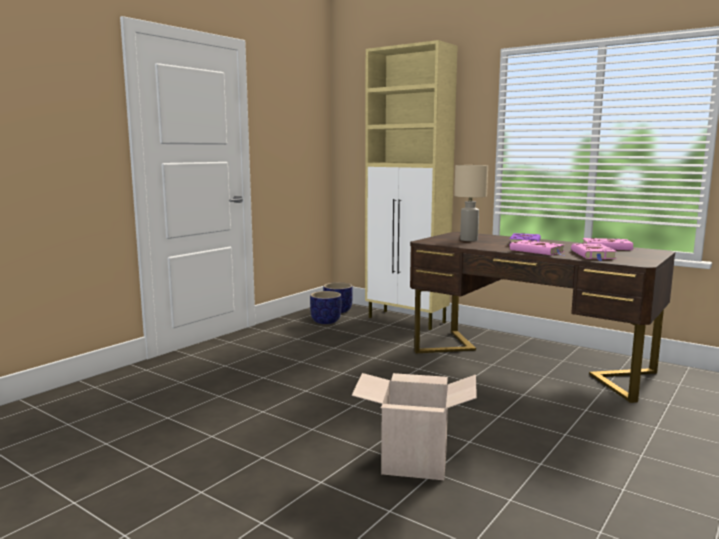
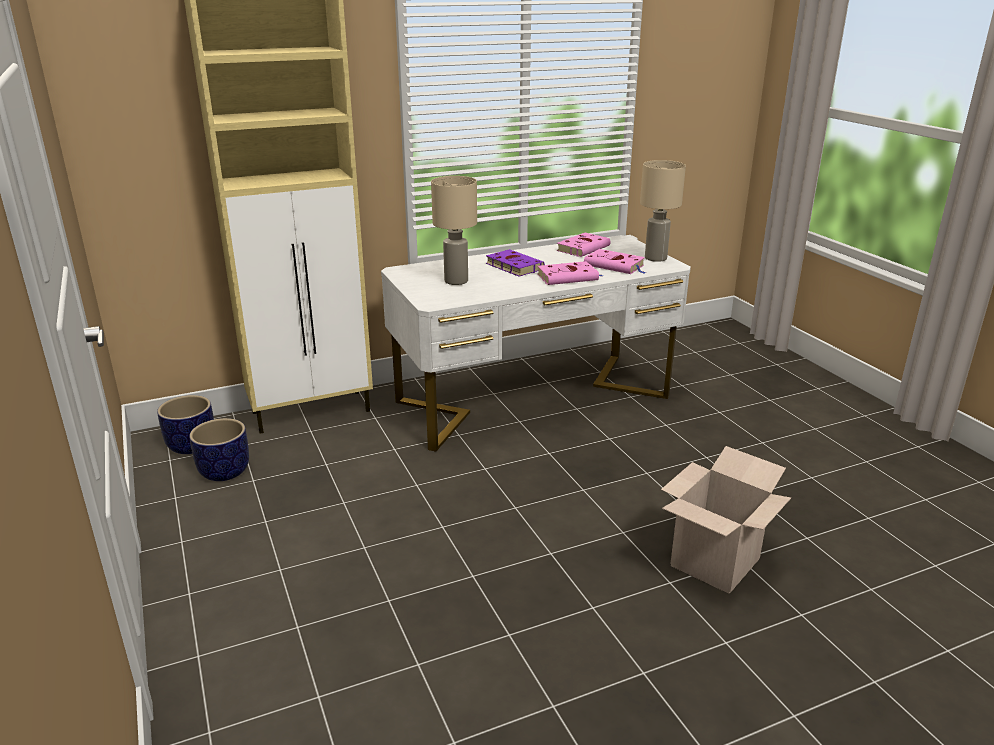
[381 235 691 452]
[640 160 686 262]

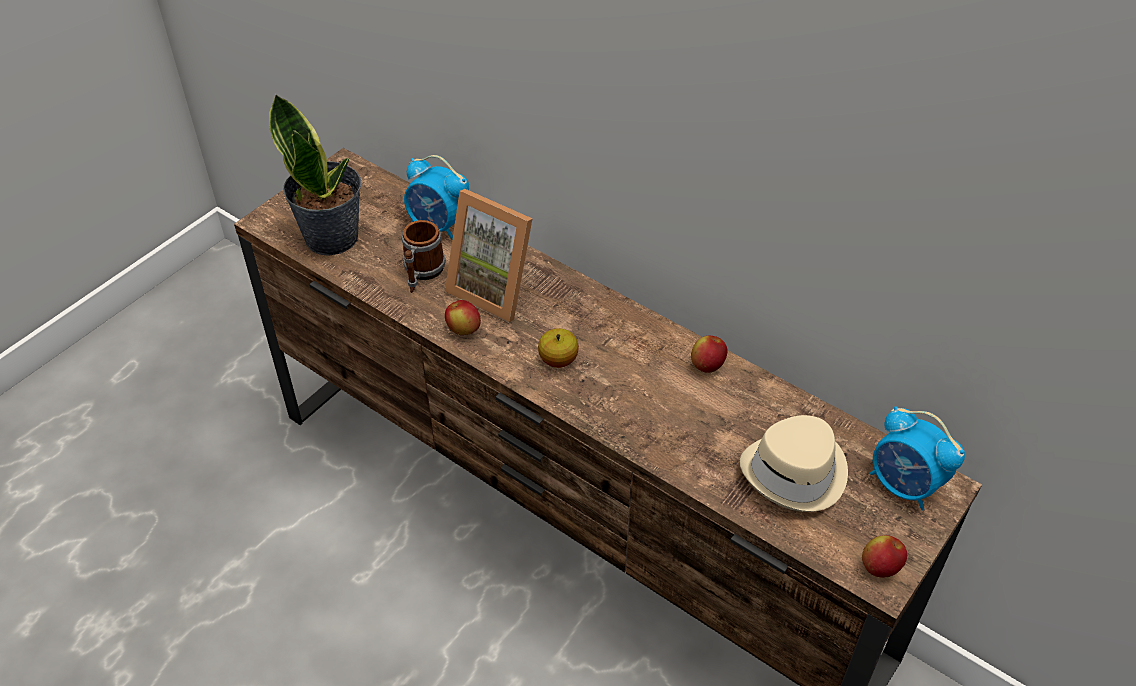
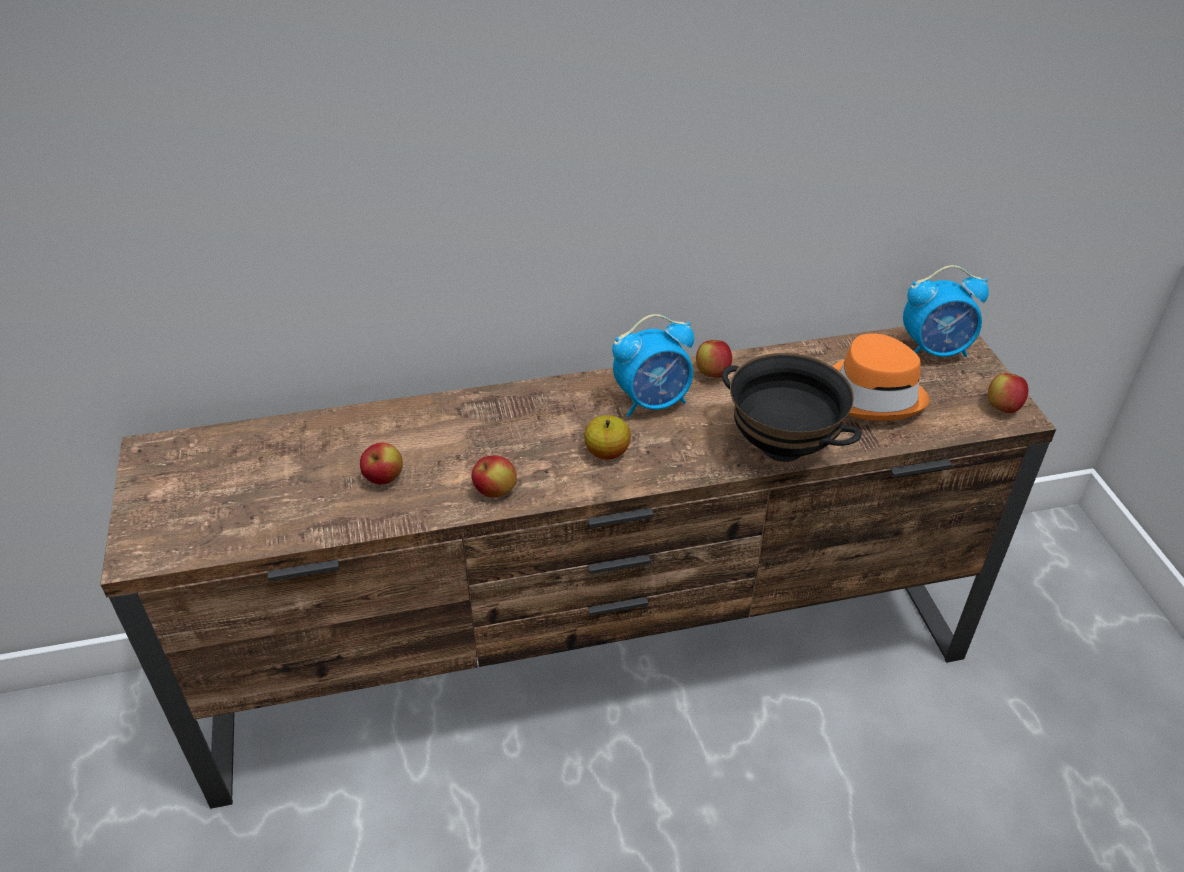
[269 93 362 256] (first image)
[612 314 694 417]
[445 189 533 322] (first image)
[360 443 403 485]
[833 333 930 421]
[722 353 861 462]

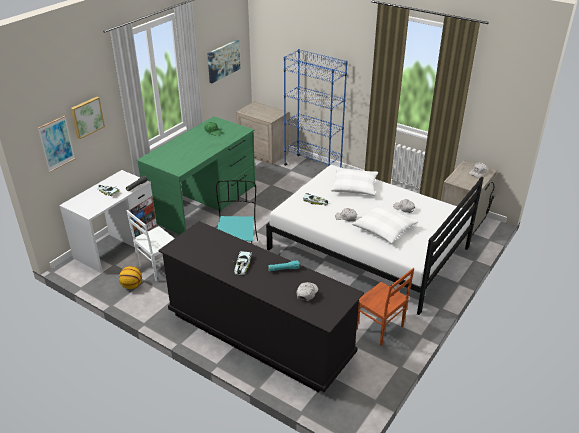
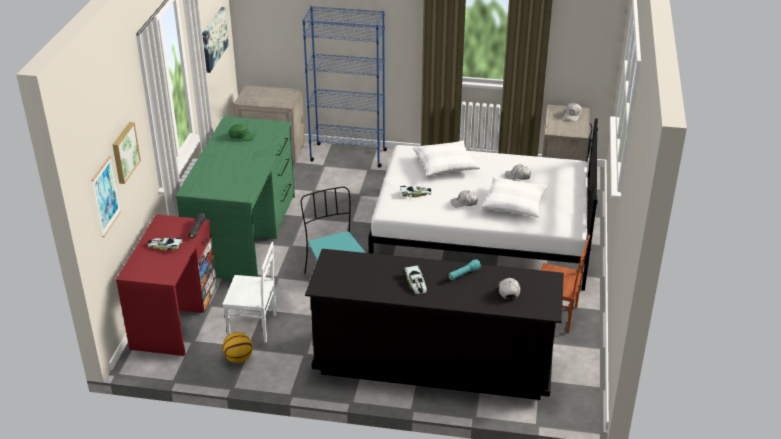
[116 214 217 356]
[223 242 276 343]

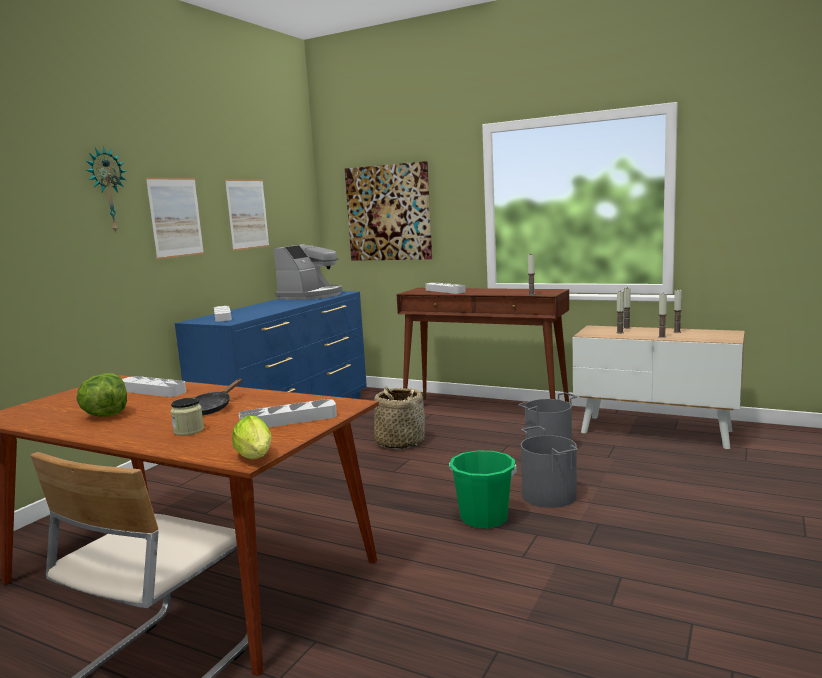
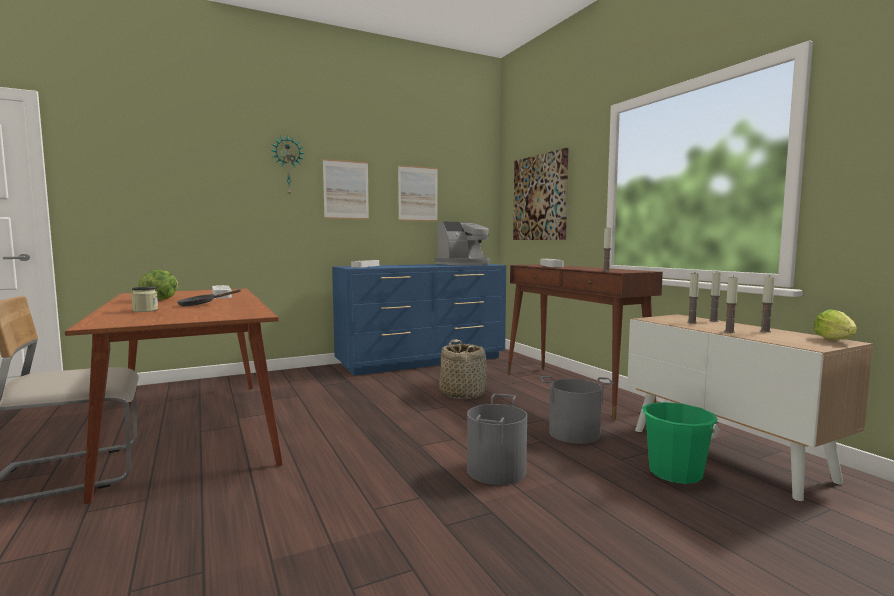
[239 399 337 427] (first image)
[814 309 857 340]
[642 402 719 484]

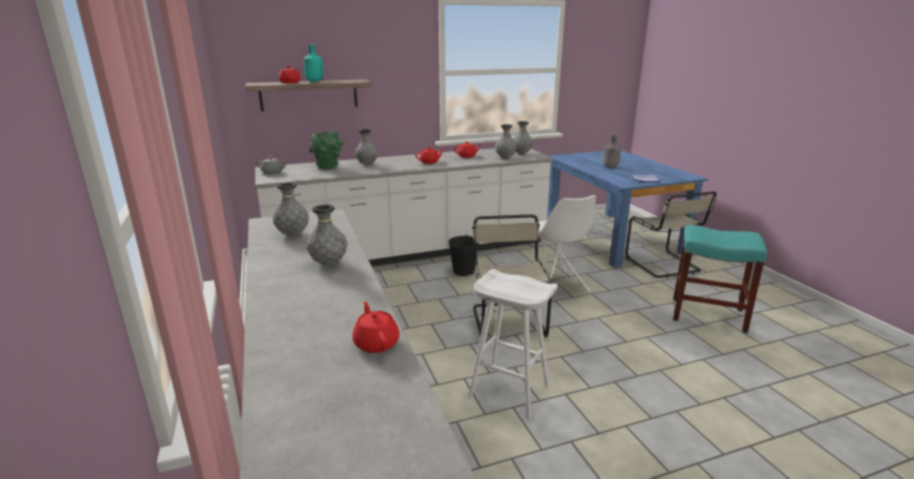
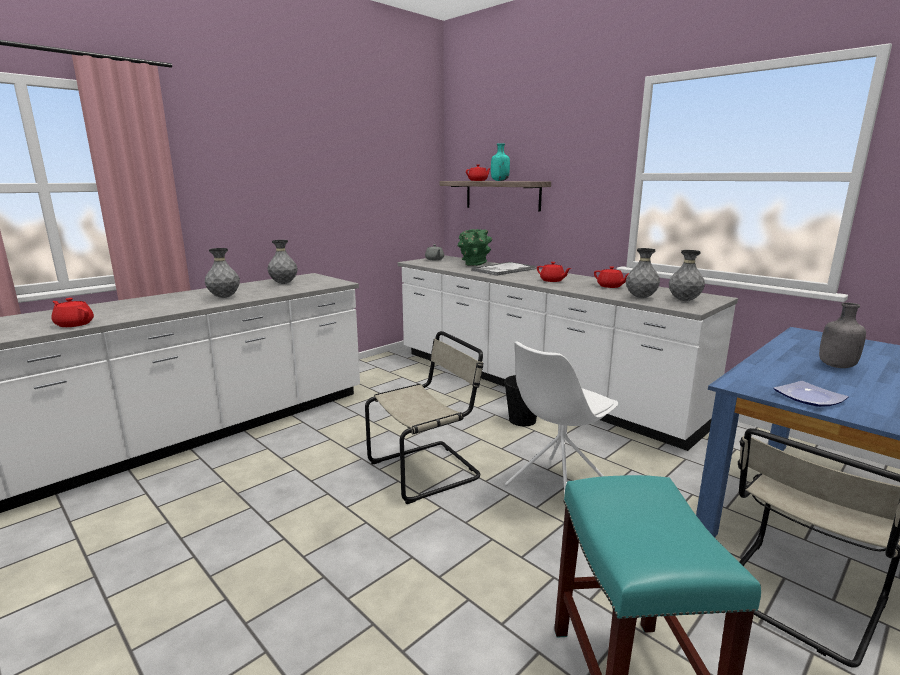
[471 262 536 276]
[469 269 558 418] (first image)
[51 298 94 327]

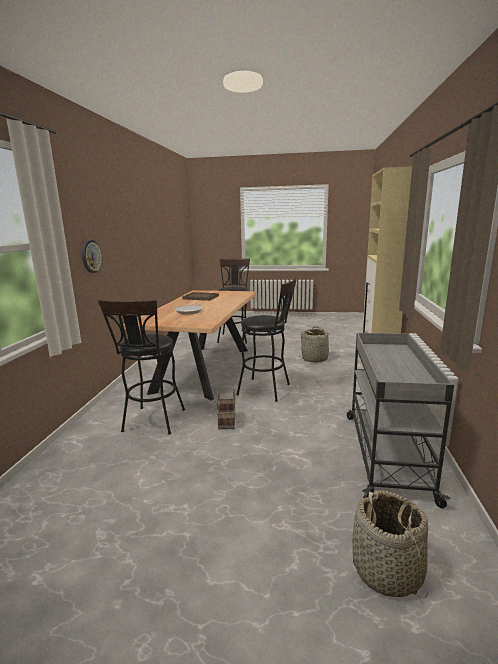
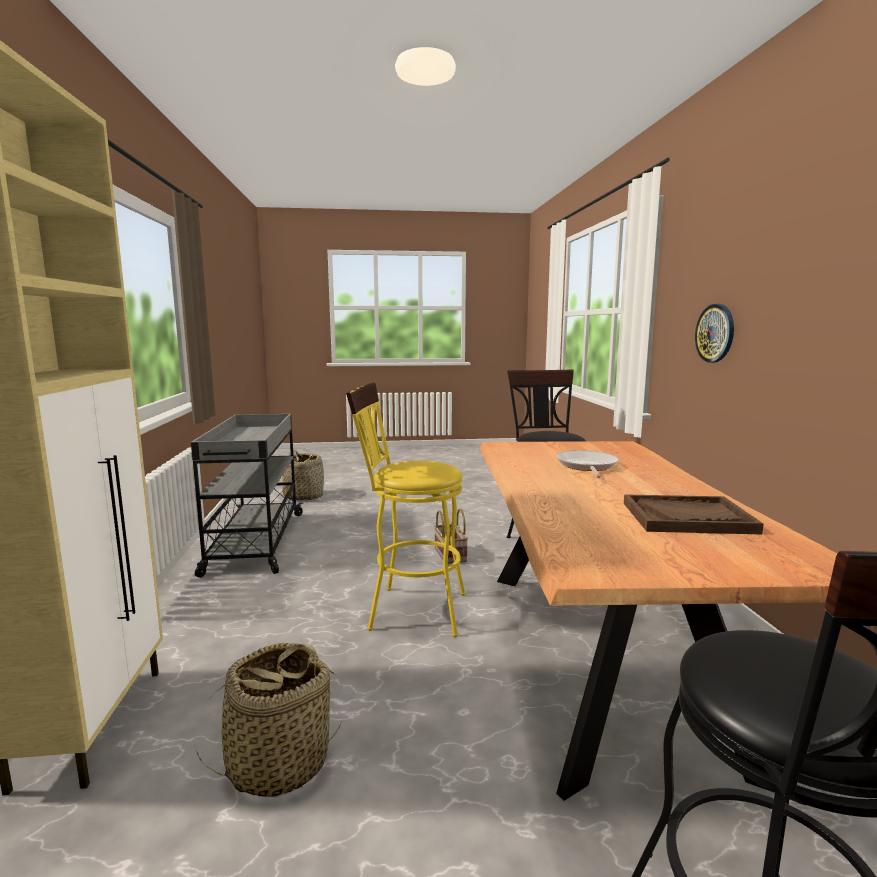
[346 382 465 637]

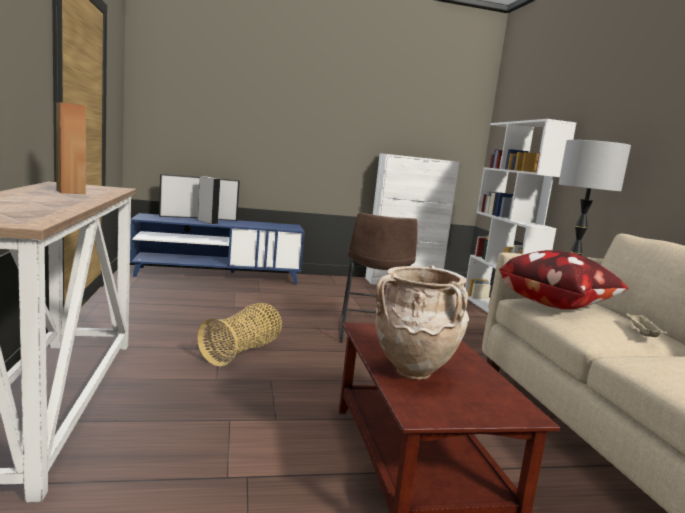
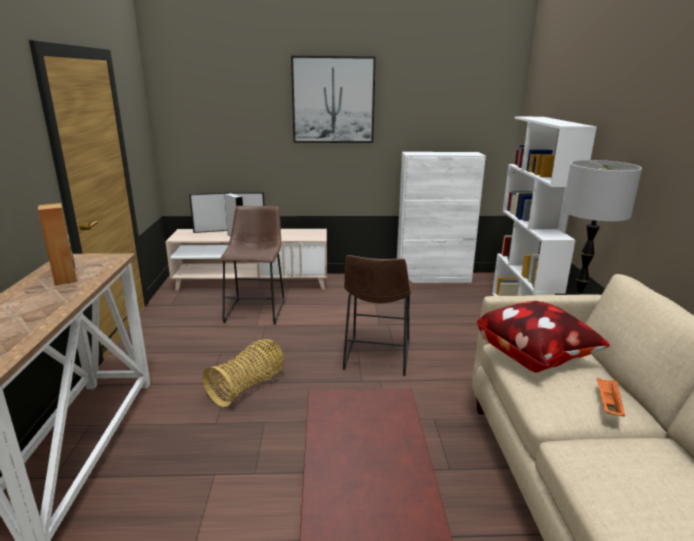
[165 229 327 291]
[374 265 469 380] (first image)
[597 379 625 417]
[291 56 376 143]
[220 206 285 325]

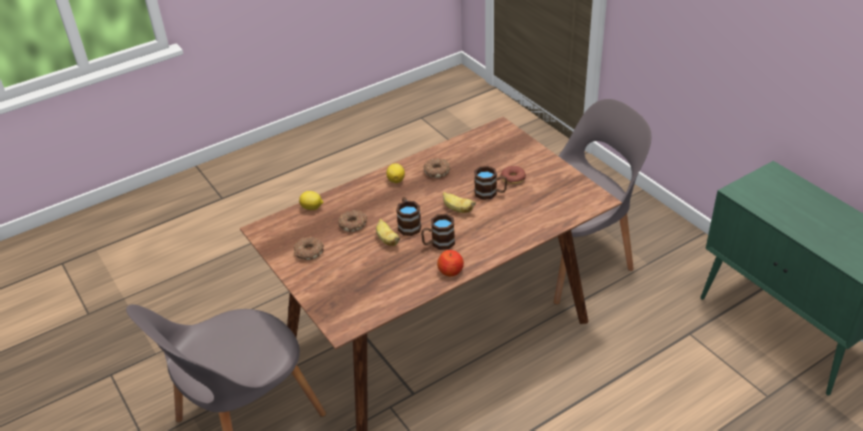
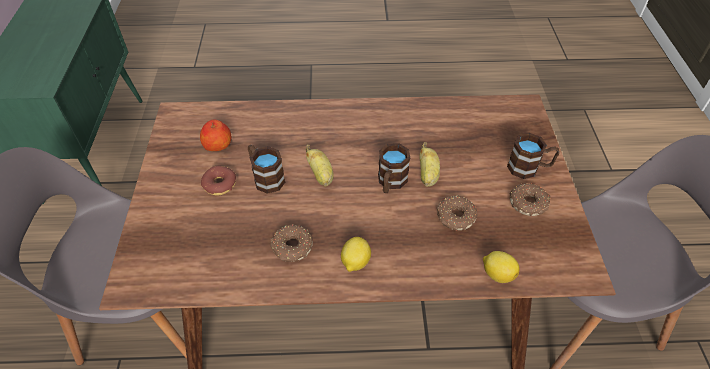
[507 133 559 179]
[200 119 231 151]

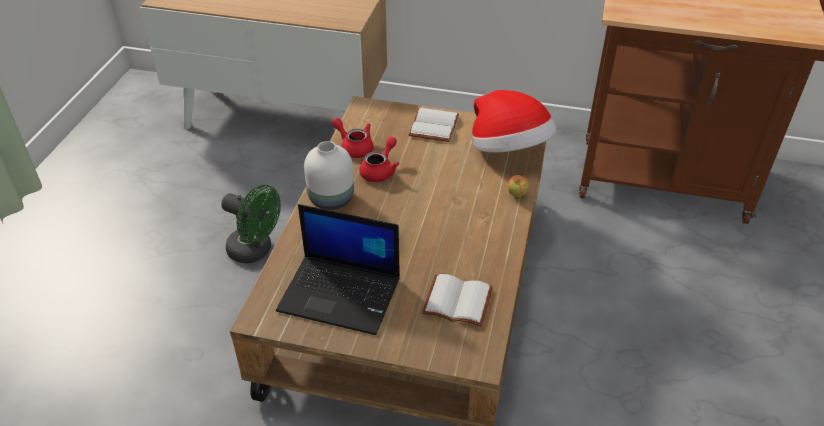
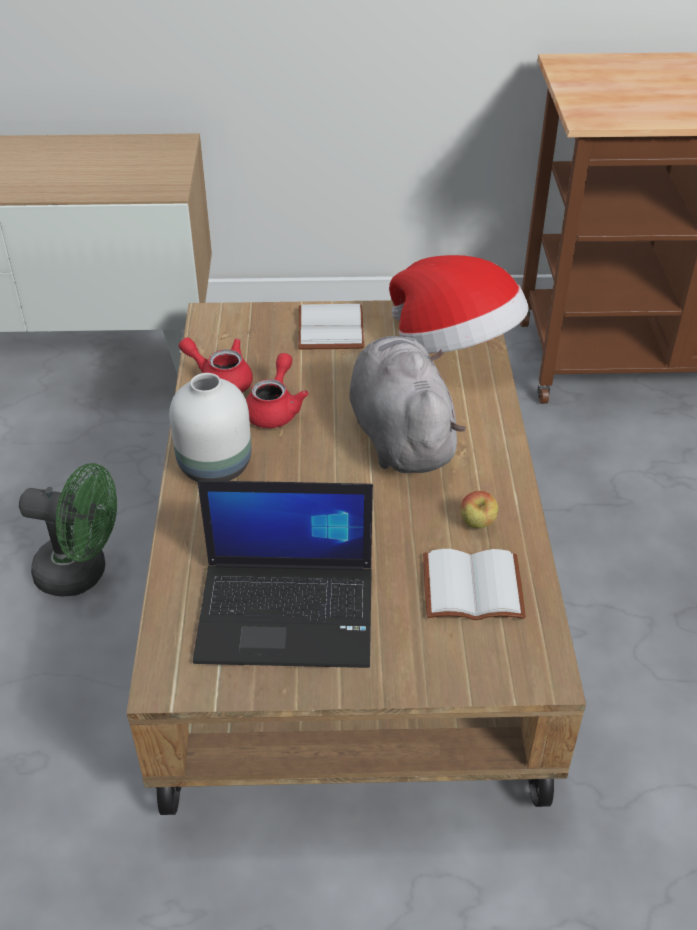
[461 491 498 528]
[349 336 465 473]

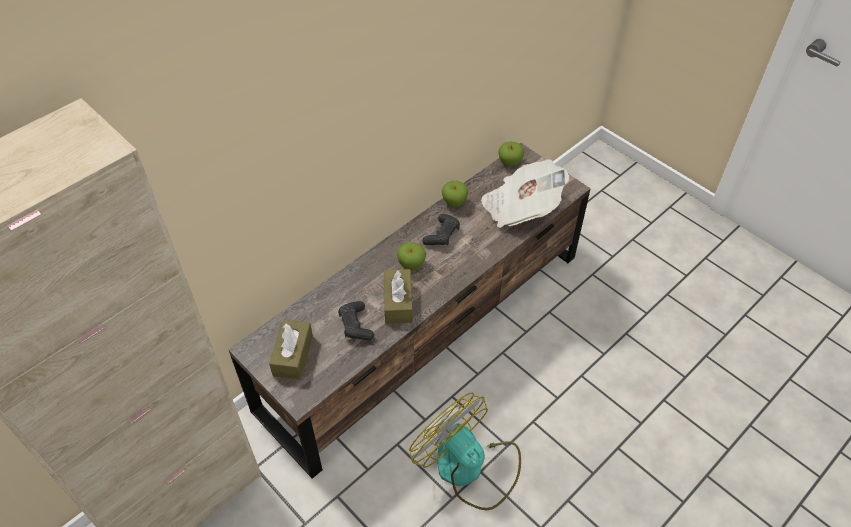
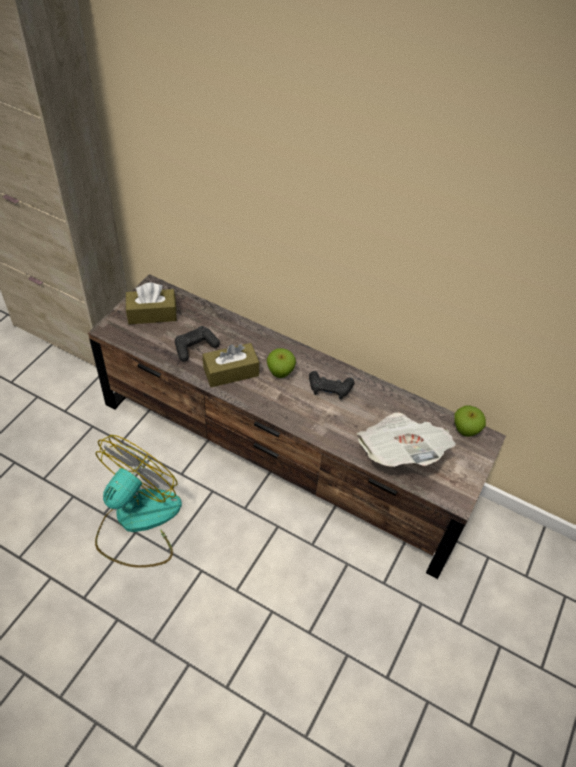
[442 181 468 207] (first image)

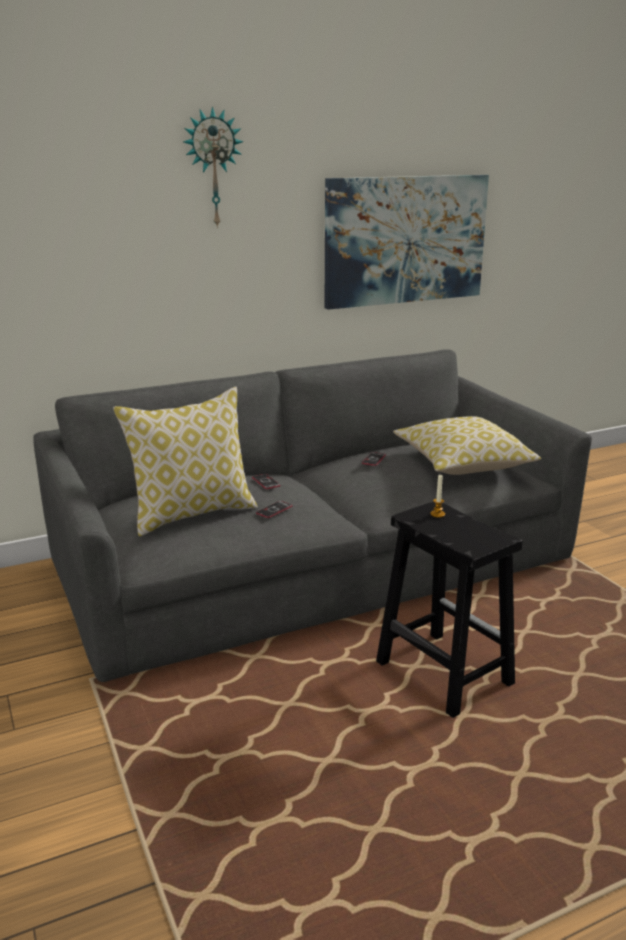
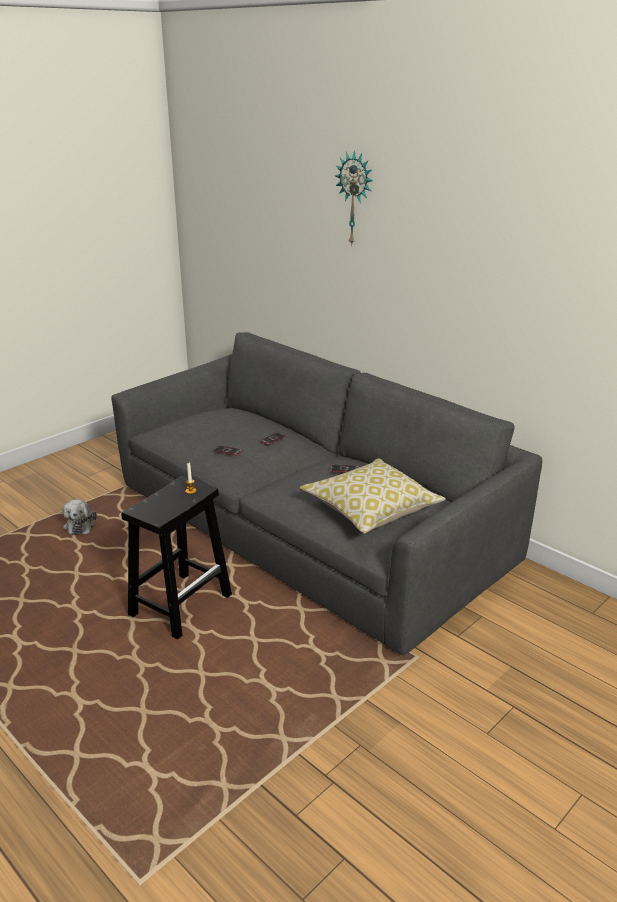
[324 175 489 310] (first image)
[113 387 258 536] (first image)
[62 499 97 535]

